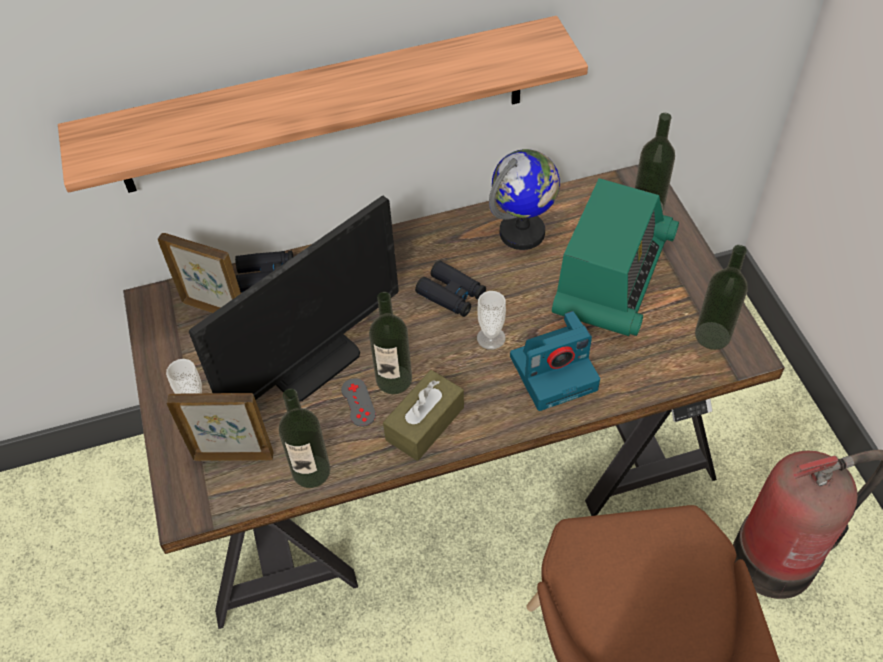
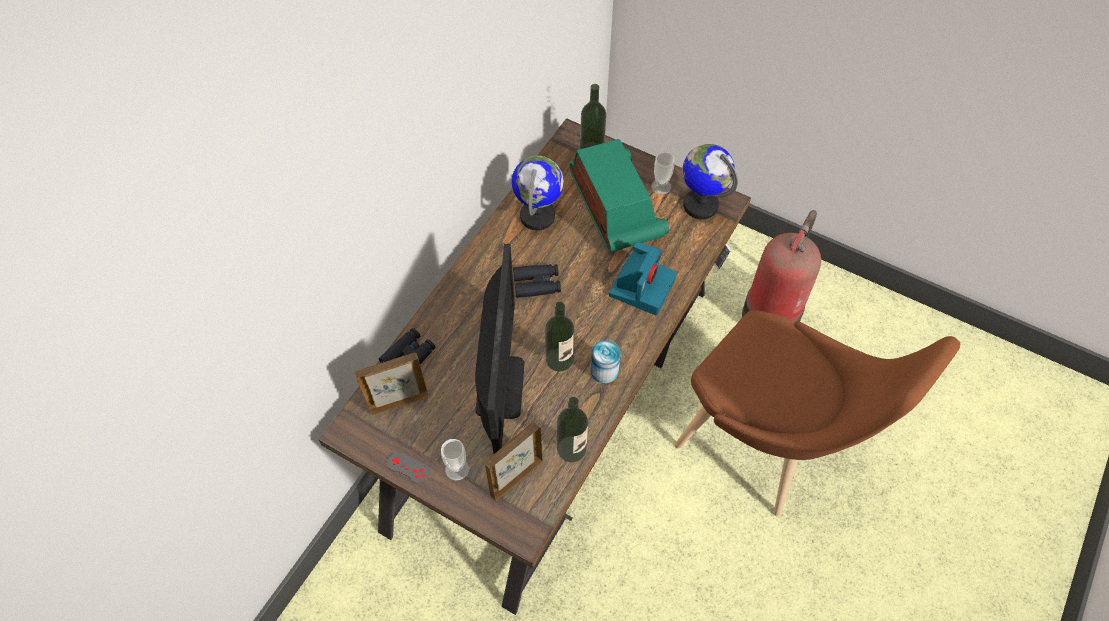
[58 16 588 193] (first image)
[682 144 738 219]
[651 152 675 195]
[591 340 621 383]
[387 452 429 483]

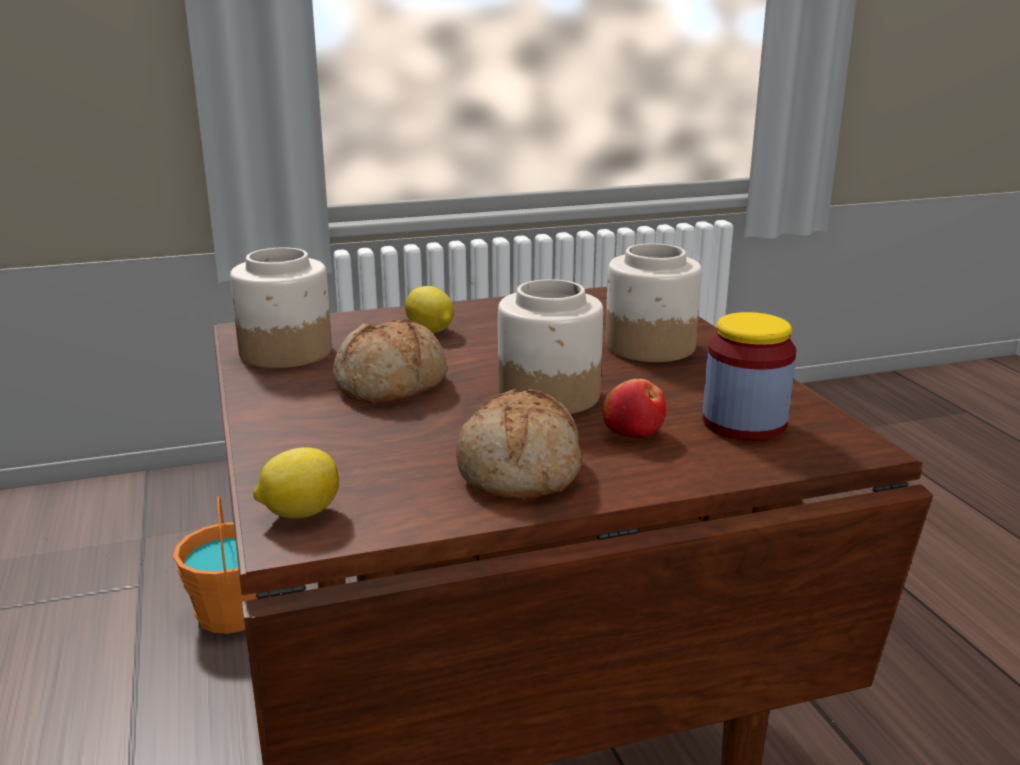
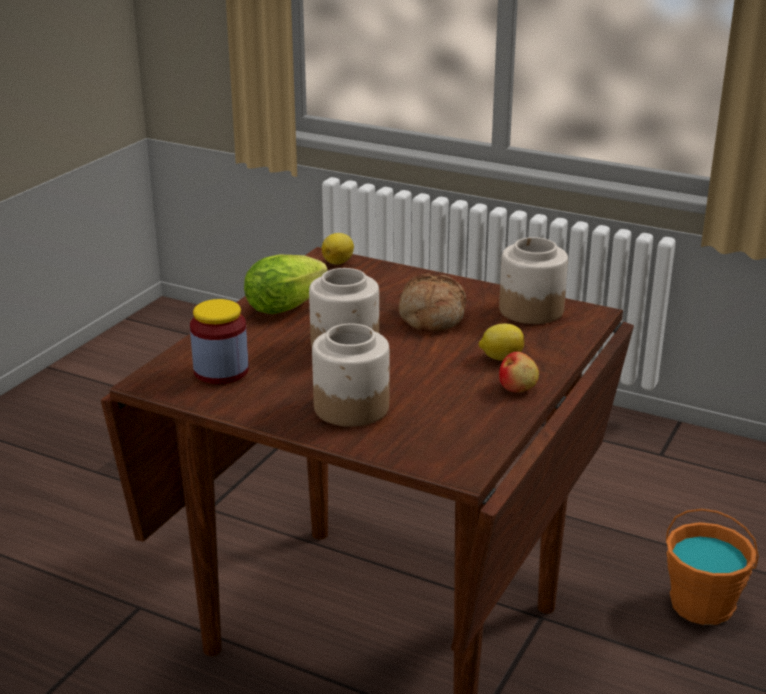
[499 352 539 393]
[244 254 328 314]

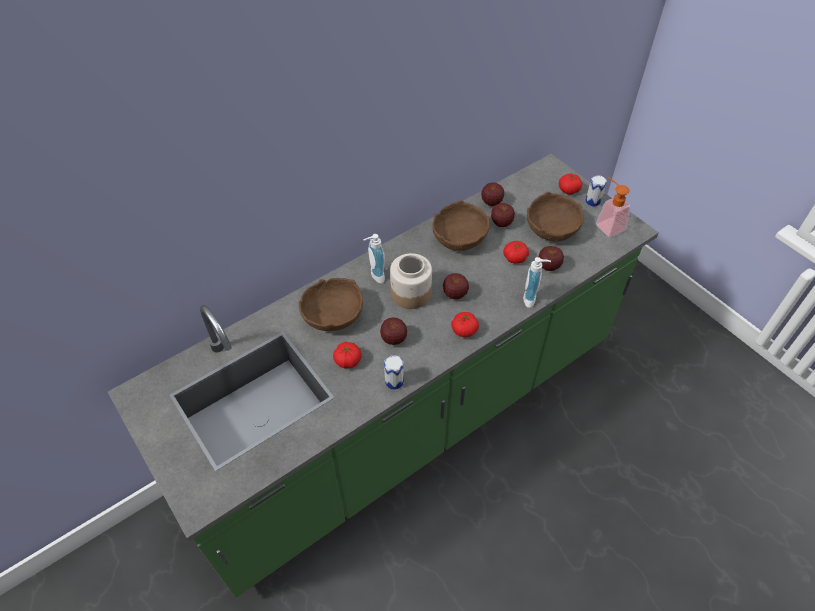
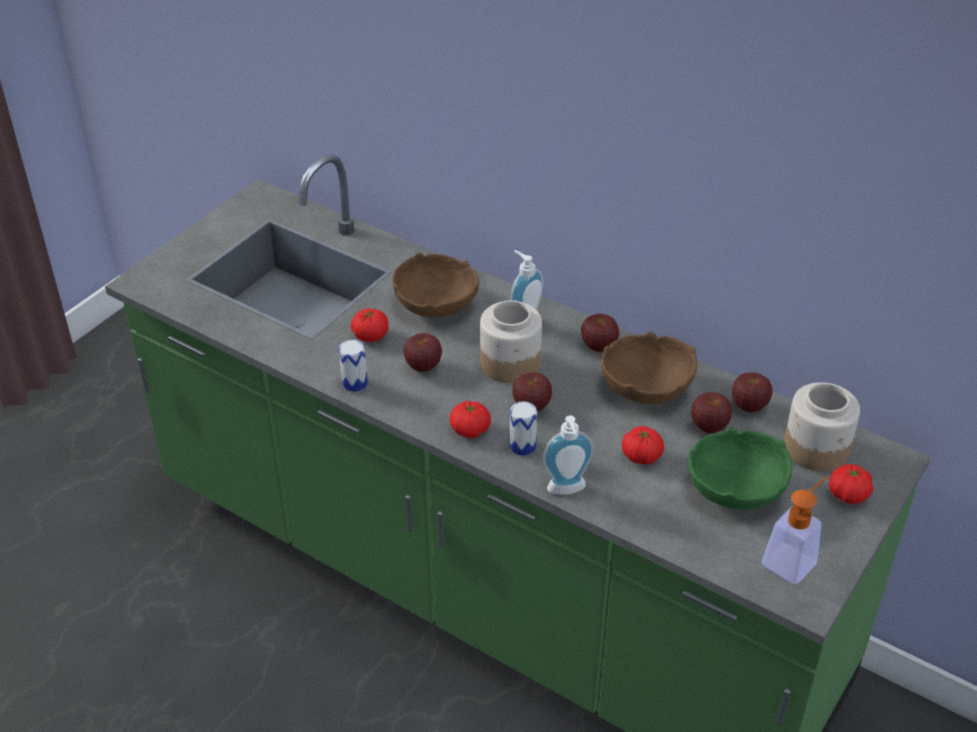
[510 401 537 456]
[688 427 793 510]
[581 314 619 352]
[784 382 860 471]

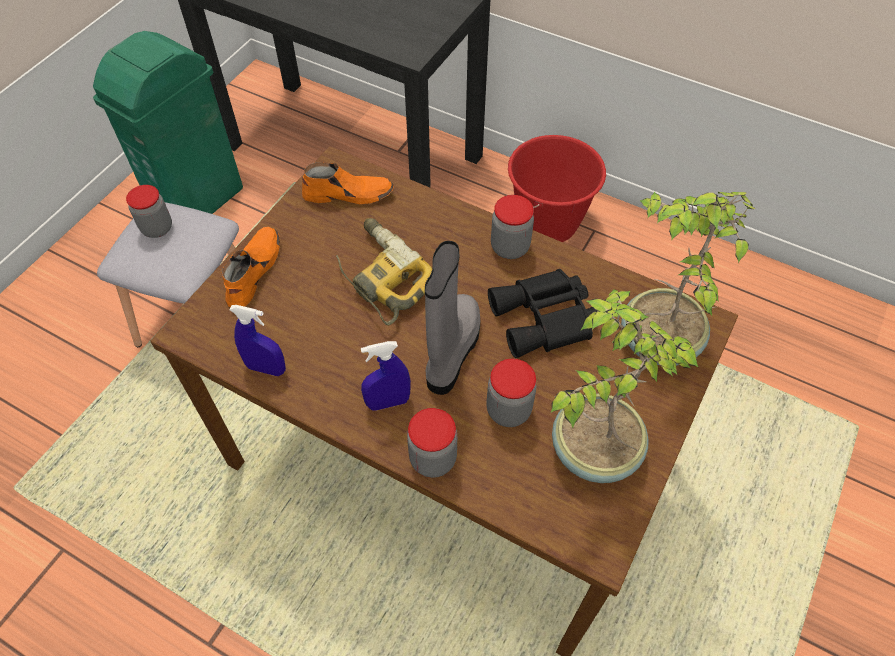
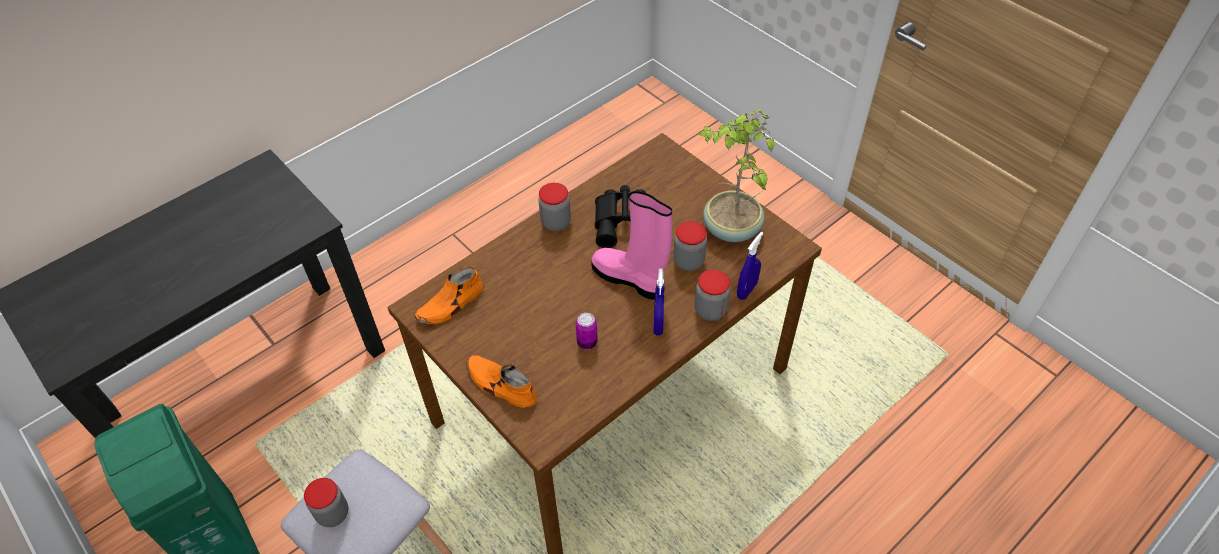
[508 135 606 242] (first image)
[414 266 483 324]
[621 192 756 366] (first image)
[336 218 432 326] (first image)
[591 191 672 300]
[737 232 763 300]
[576 313 598 350]

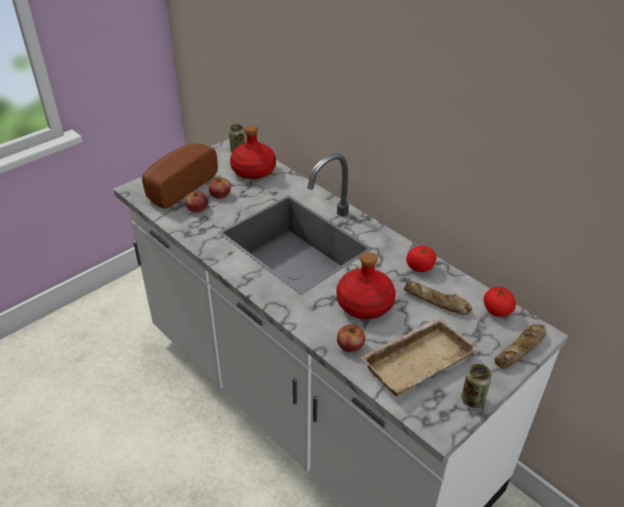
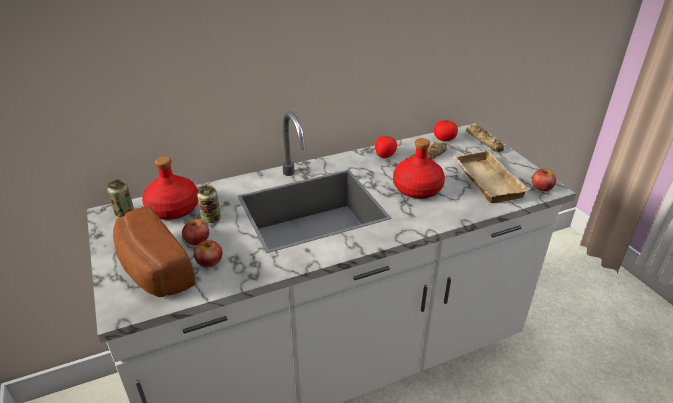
[532 168 556 191]
[197 185 221 223]

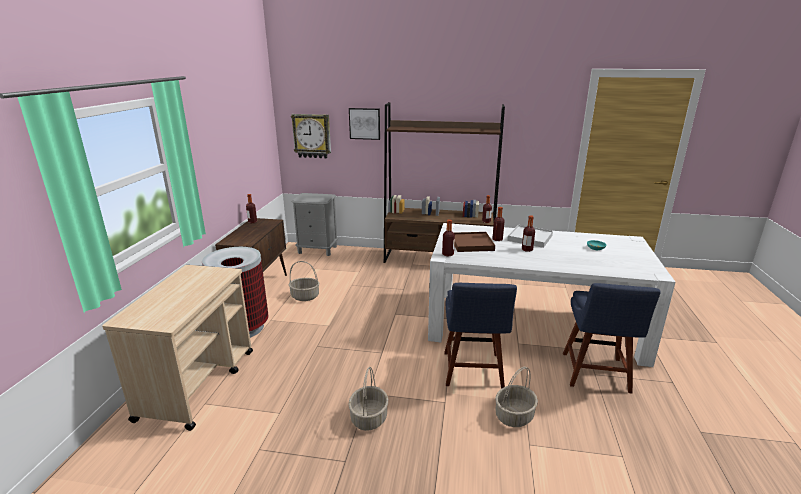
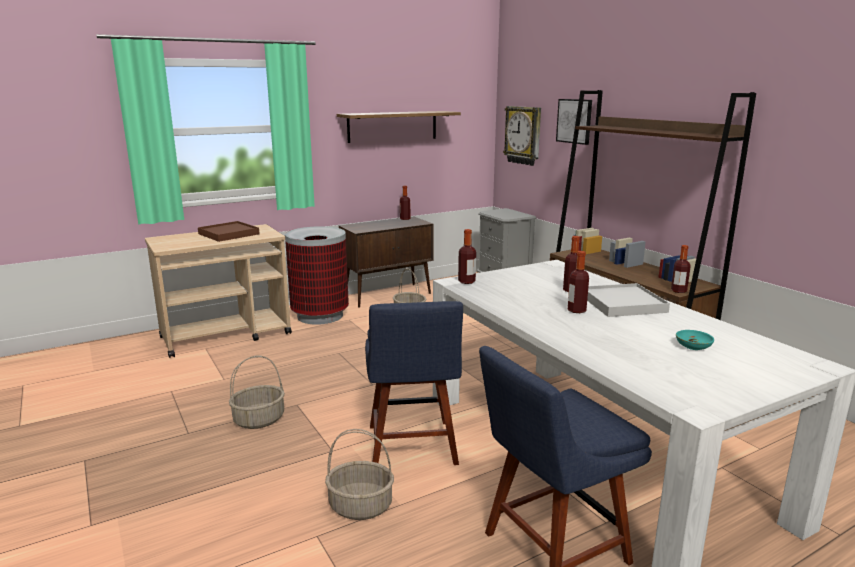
[198 221 260 242]
[365 301 463 465]
[337 111 461 143]

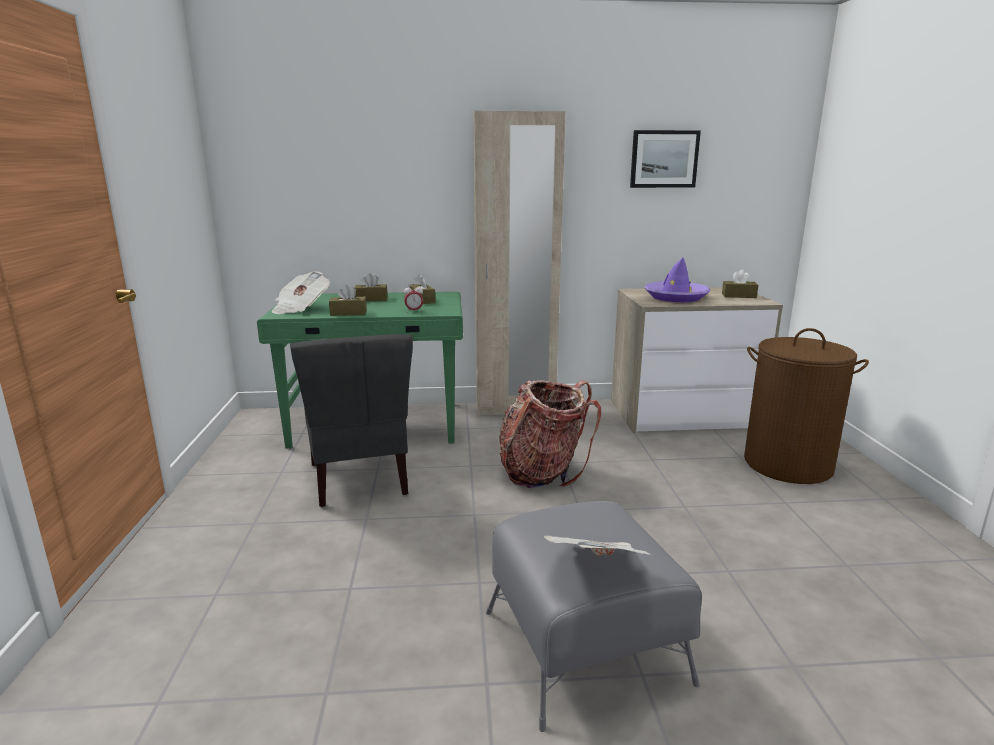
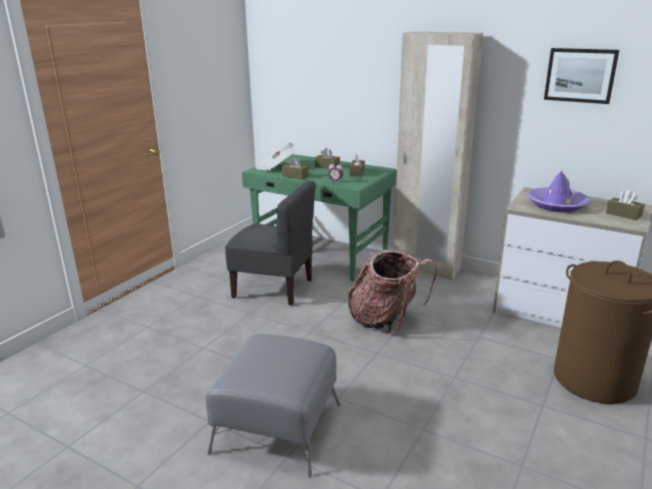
[225 181 315 305]
[544 536 652 556] (first image)

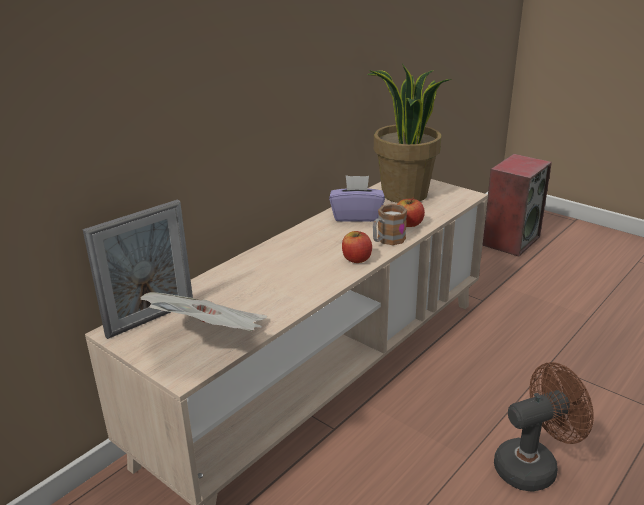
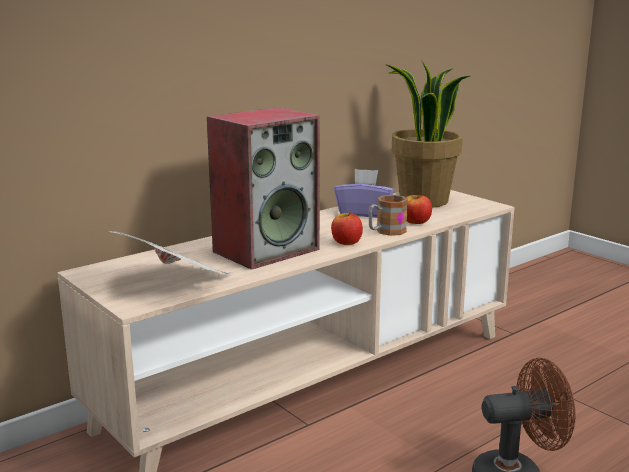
[207 107 320 270]
[83 199 193 339] (first image)

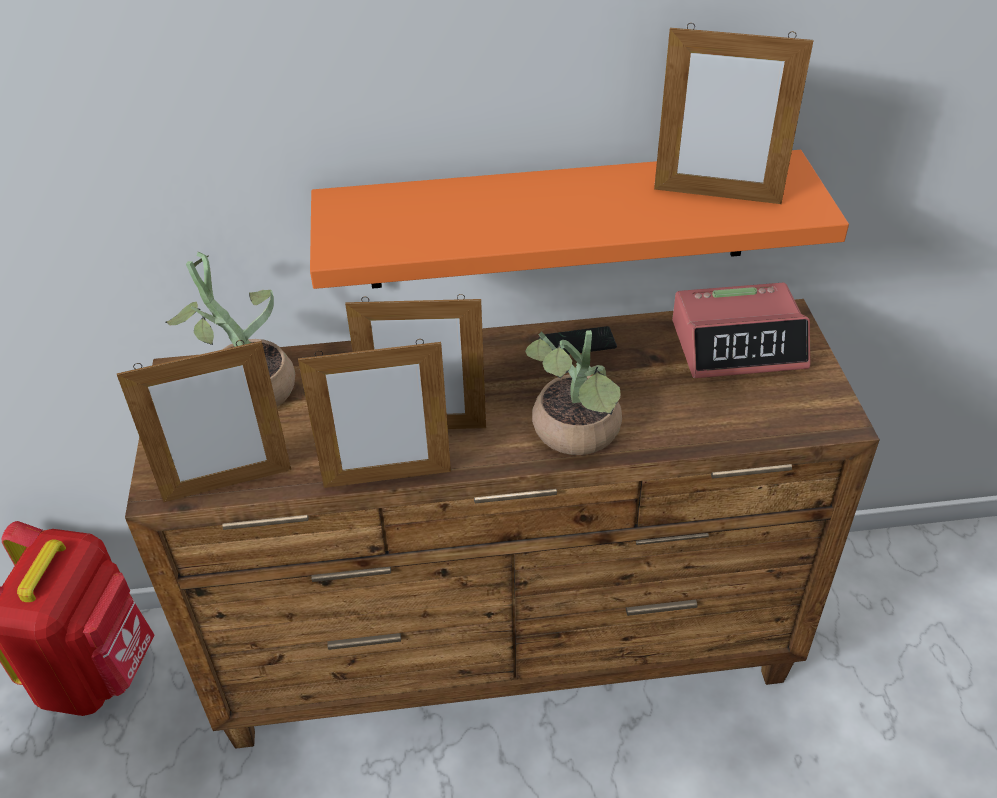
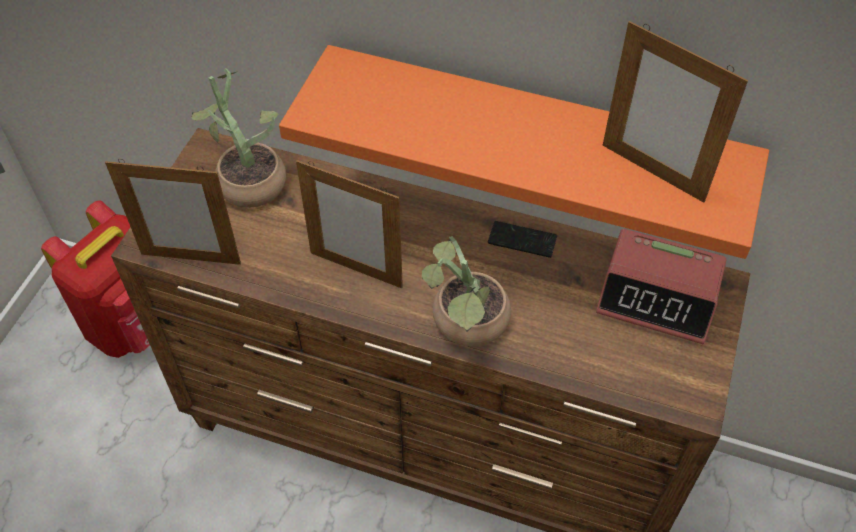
[298 339 451 488] (first image)

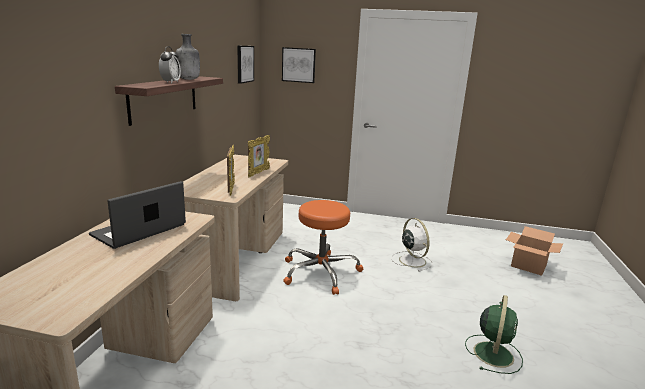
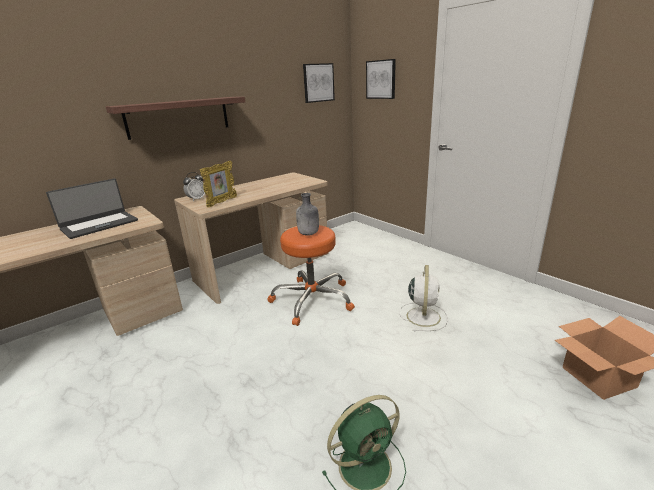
[296 193 319 236]
[183 172 205 201]
[248 135 270 177] (first image)
[46 178 138 239]

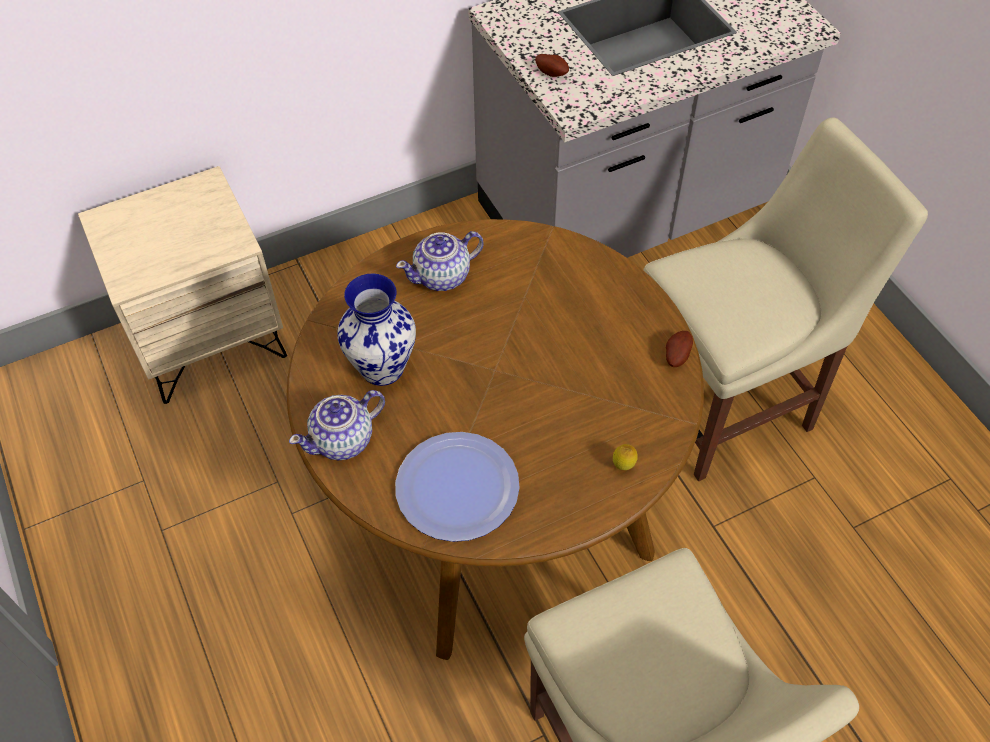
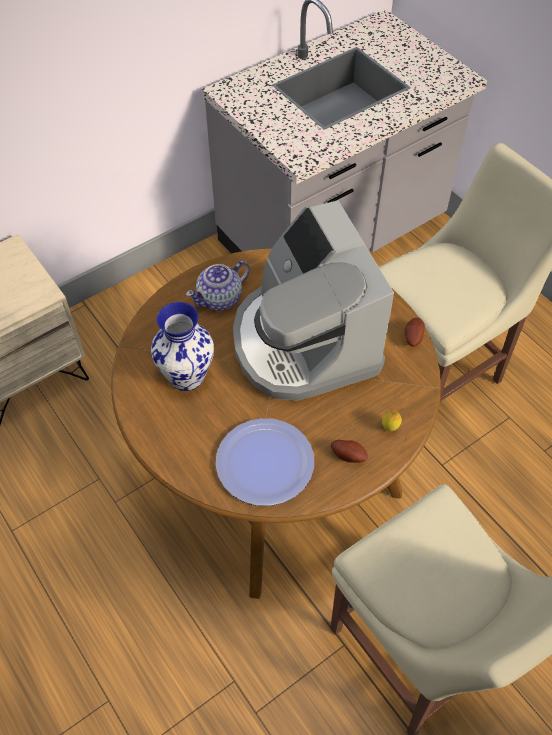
[331 440 368 463]
[289 390 385 460] (first image)
[233 200 394 401]

